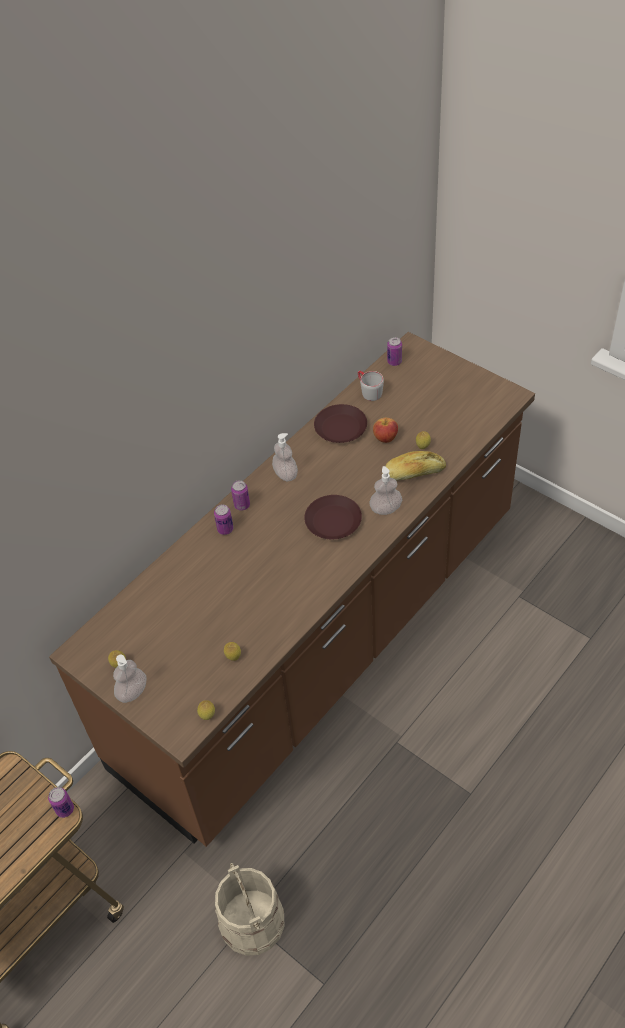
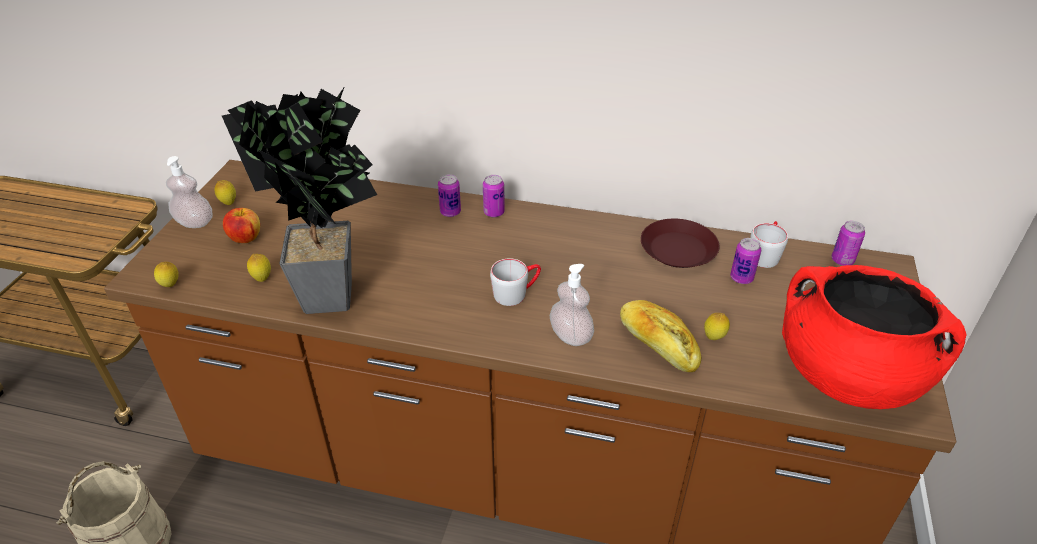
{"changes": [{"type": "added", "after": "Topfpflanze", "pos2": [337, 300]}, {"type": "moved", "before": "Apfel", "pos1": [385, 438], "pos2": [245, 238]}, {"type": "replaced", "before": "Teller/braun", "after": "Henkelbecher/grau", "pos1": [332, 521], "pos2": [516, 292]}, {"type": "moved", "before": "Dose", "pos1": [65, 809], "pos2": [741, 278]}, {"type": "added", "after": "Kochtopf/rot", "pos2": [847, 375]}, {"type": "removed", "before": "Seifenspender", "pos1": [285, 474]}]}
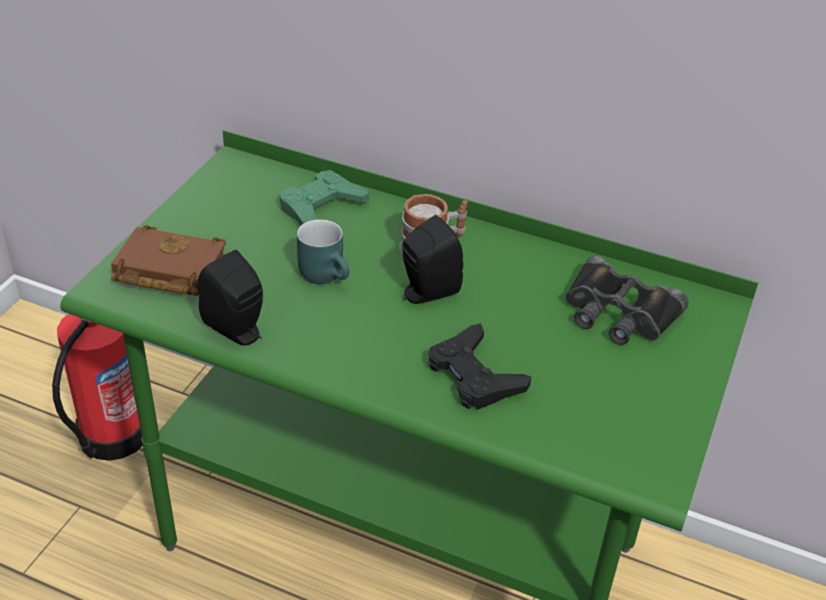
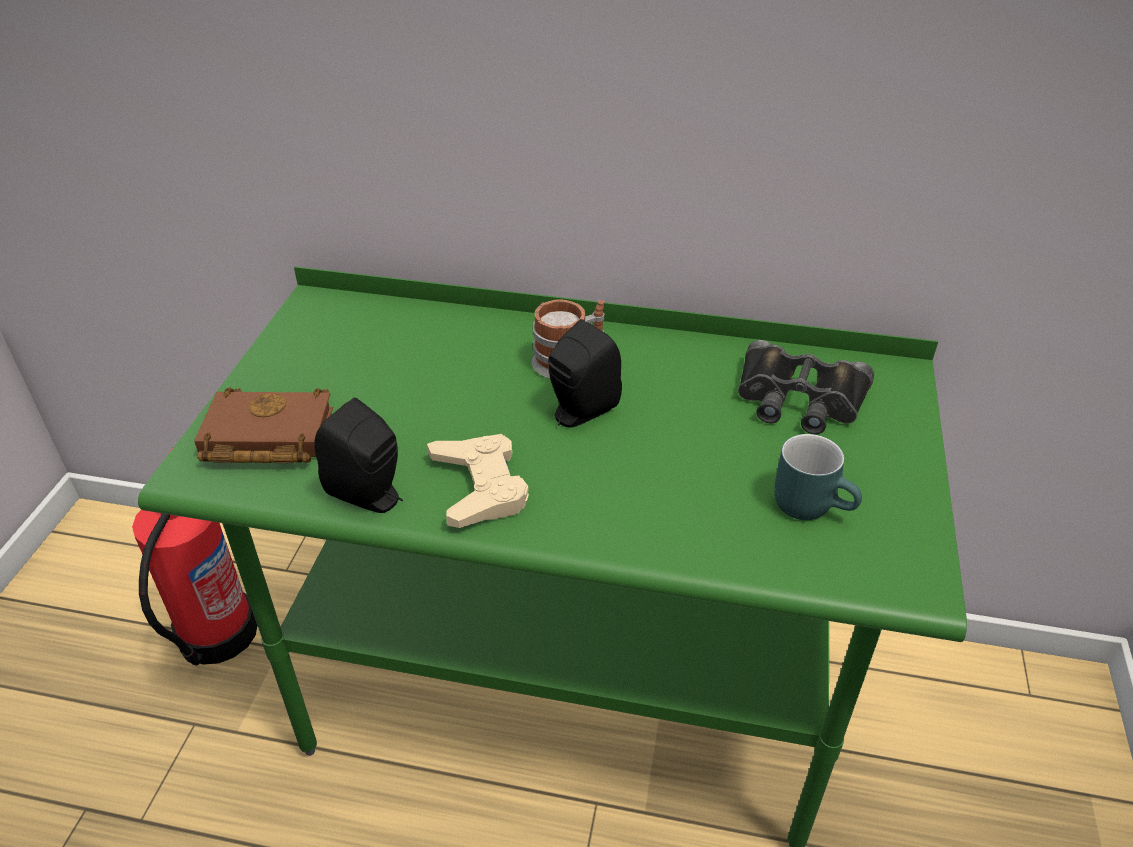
{"changes": [{"type": "added", "after": "Gamepad/beige", "pos2": [479, 486]}, {"type": "moved", "before": "Henkelbecher/türkis", "pos1": [328, 274], "pos2": [813, 504]}, {"type": "removed", "before": "Gamepad/grün", "pos1": [321, 206]}, {"type": "removed", "before": "Gamepad/schwarz", "pos1": [474, 375]}]}
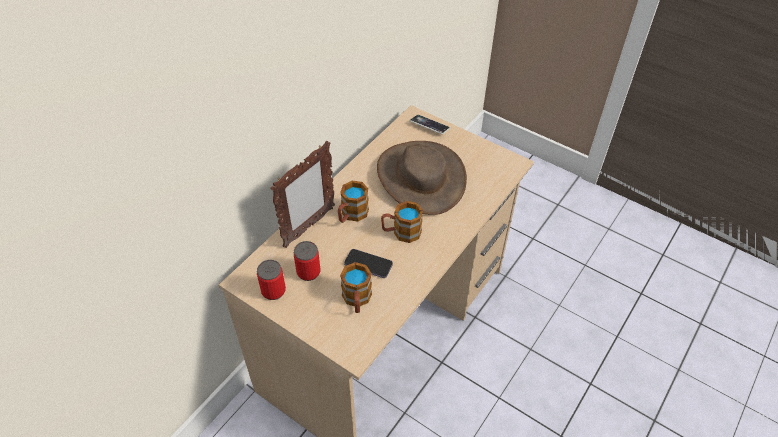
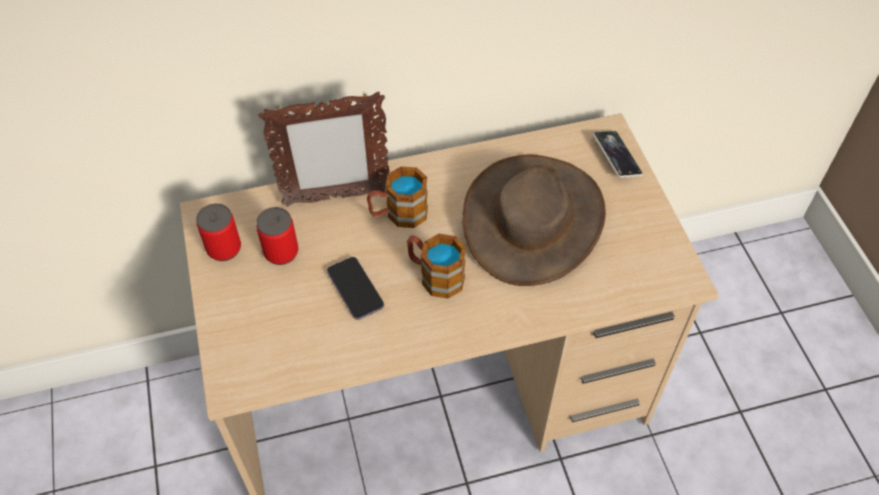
{"changes": [{"type": "removed", "before": "Henkelbecher", "pos1": [357, 300]}]}
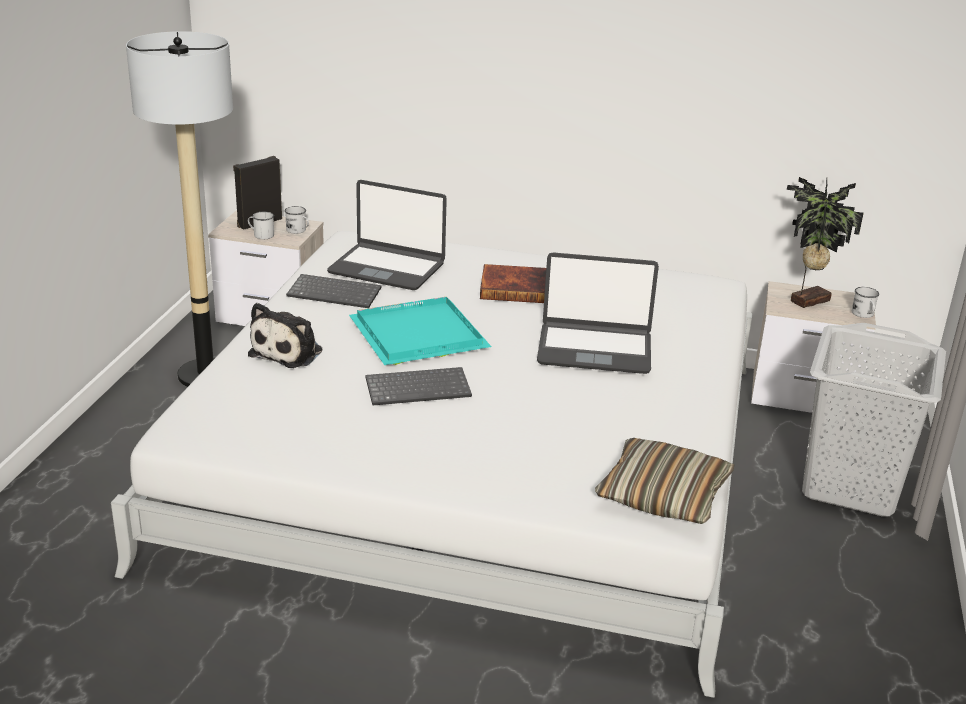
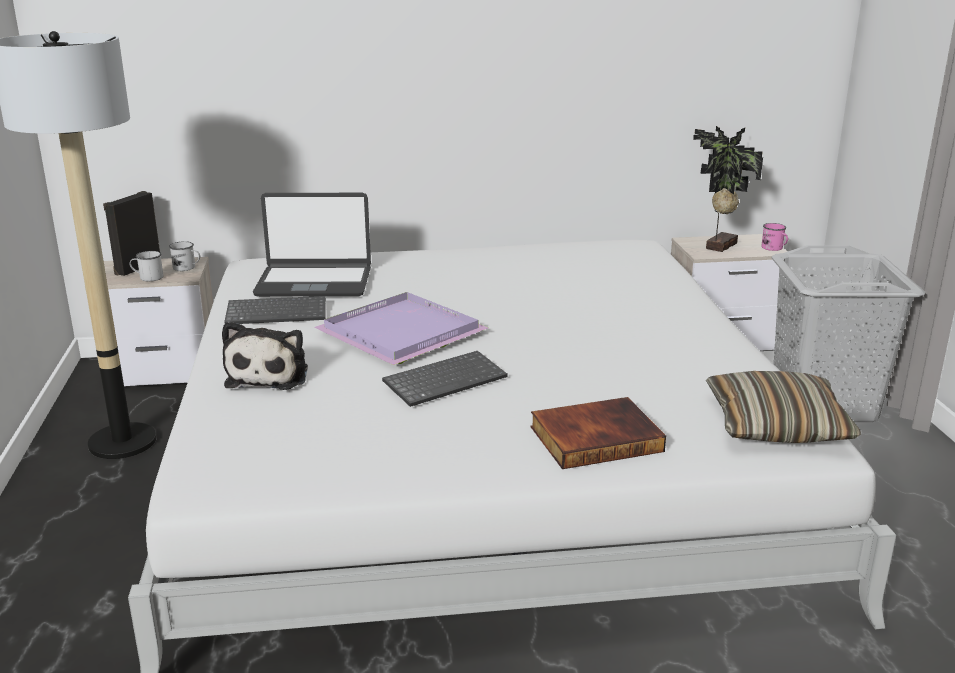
{"changes": [{"type": "recoloured", "before": "Tablett/türkis", "after": "Tablett/lila", "pos1": [417, 336], "pos2": [401, 334]}, {"type": "moved", "before": "Buch", "pos1": [518, 288], "pos2": [595, 437]}, {"type": "recoloured", "before": "Henkelbecher/weiß", "after": "Henkelbecher/rosa", "pos1": [864, 315], "pos2": [774, 248]}, {"type": "removed", "before": "Laptop", "pos1": [594, 349]}]}
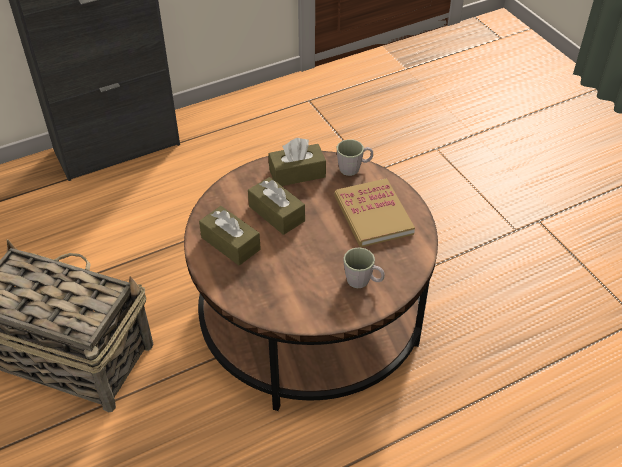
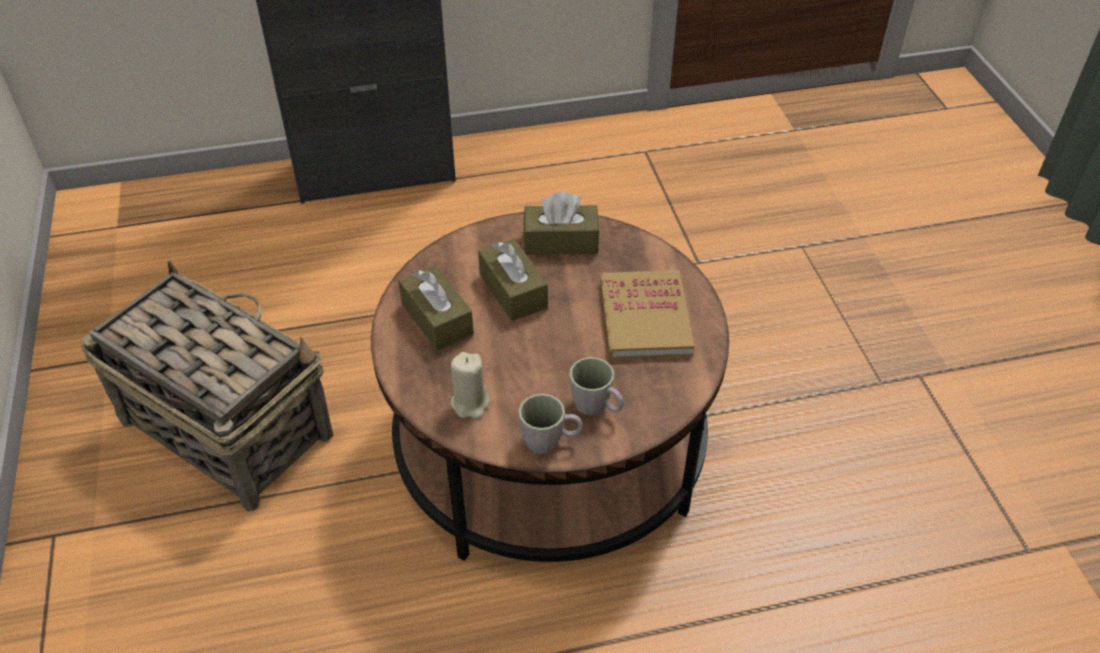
{"changes": [{"type": "added", "after": "Kerze/beige", "pos2": [470, 403]}, {"type": "moved", "before": "Henkelbecher/grau", "pos1": [354, 168], "pos2": [550, 441]}]}
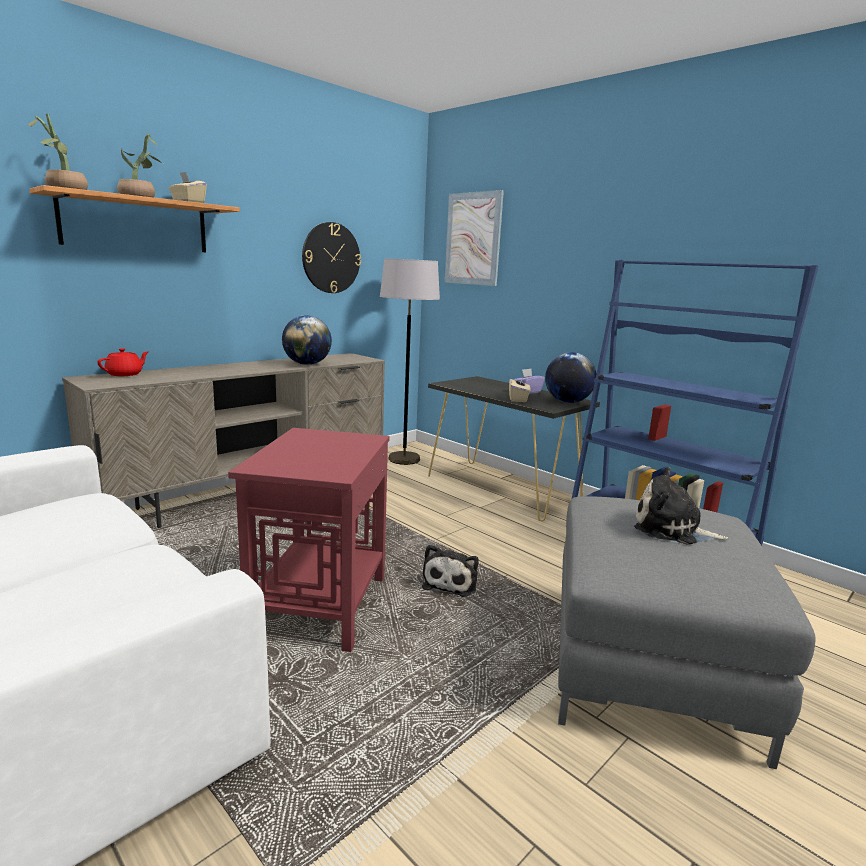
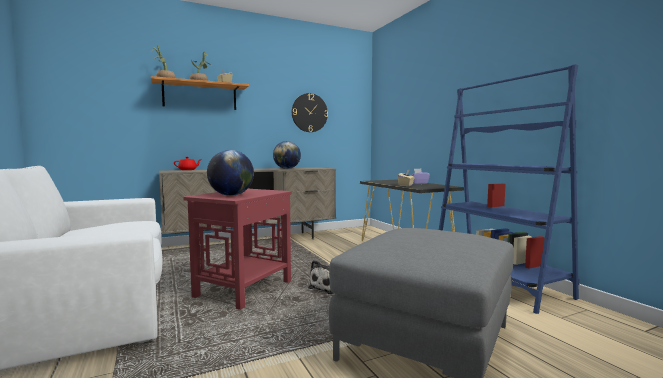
{"changes": [{"type": "moved", "before": "Globus", "pos1": [568, 402], "pos2": [231, 195]}, {"type": "removed", "before": "Stehlampe/grau", "pos1": [404, 459]}, {"type": "removed", "before": "Bild", "pos1": [473, 239]}, {"type": "removed", "before": "Plüschtier", "pos1": [672, 529]}]}
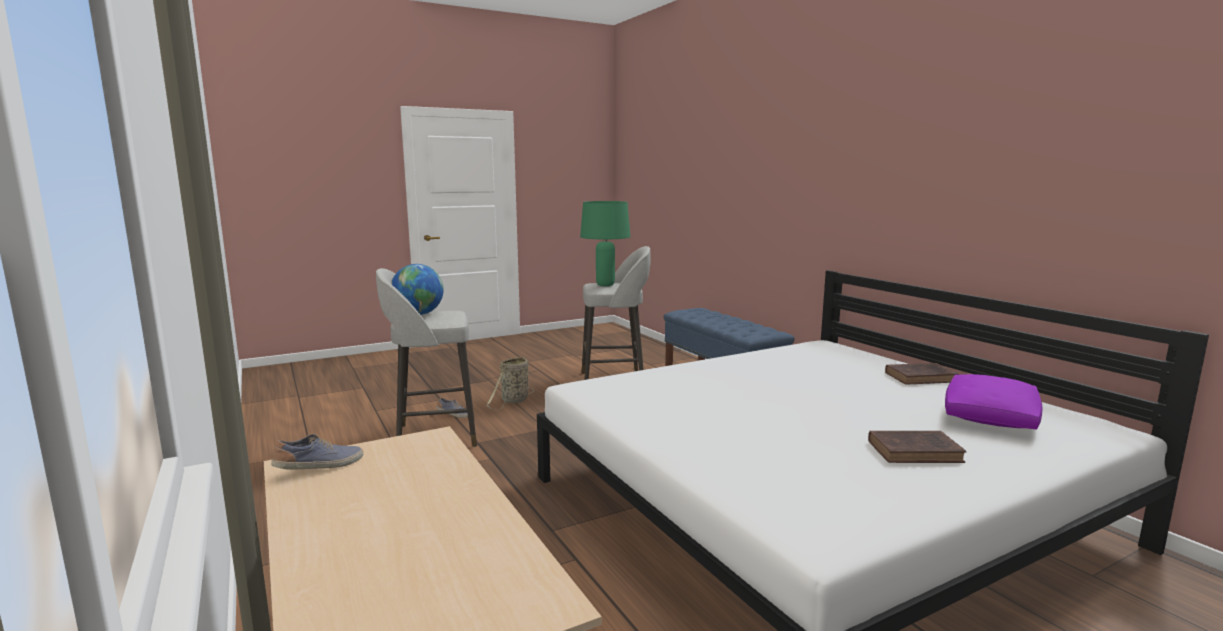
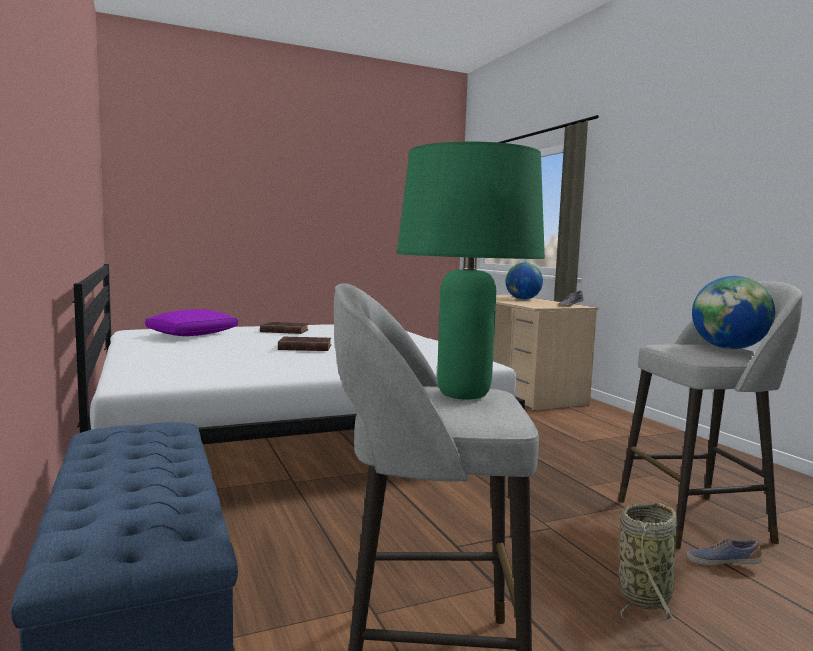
{"changes": [{"type": "moved", "before": "Buch/braun", "pos1": [922, 377], "pos2": [303, 347]}, {"type": "added", "after": "Globus", "pos2": [523, 299]}]}
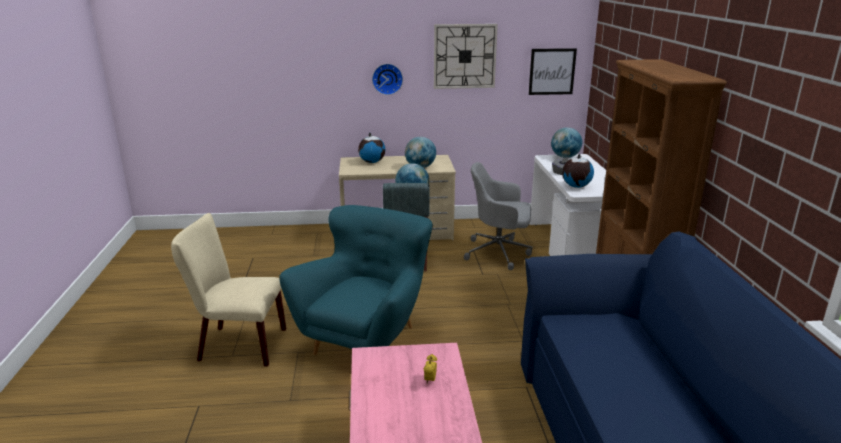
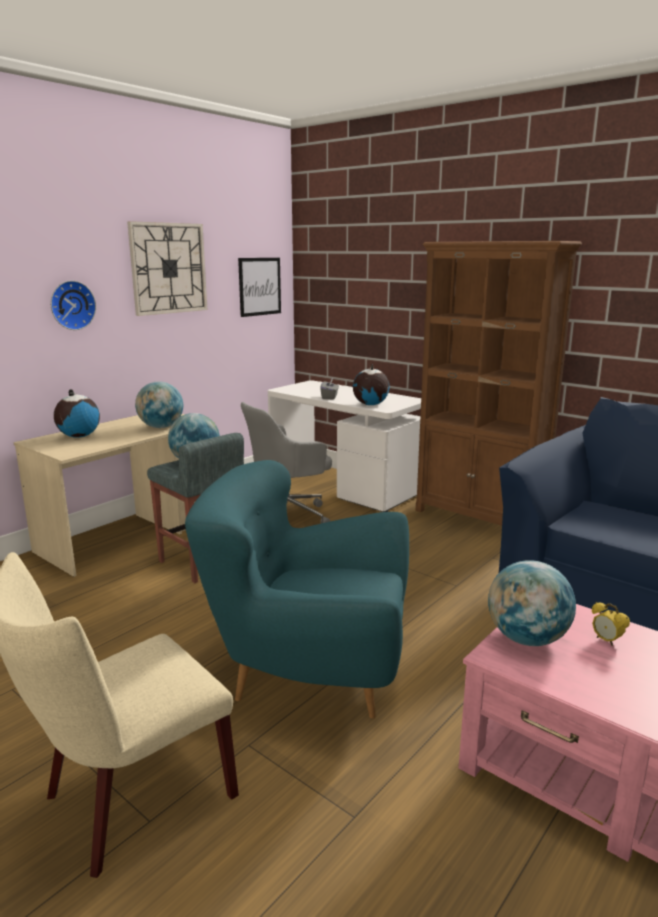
{"changes": [{"type": "turned", "before": "Sessel/türkis", "pos1": [367, 339], "pos2": [308, 672], "turn": -60}, {"type": "moved", "before": "Globus", "pos1": [565, 157], "pos2": [526, 638]}]}
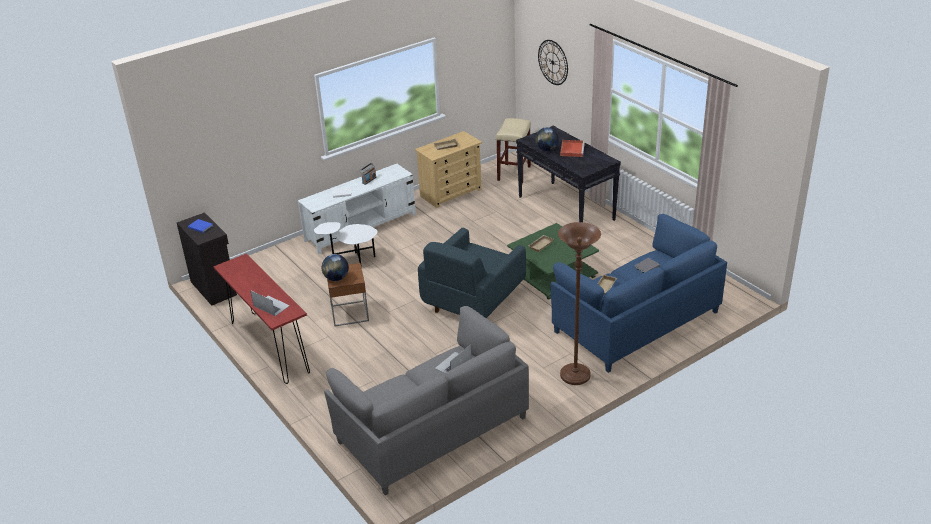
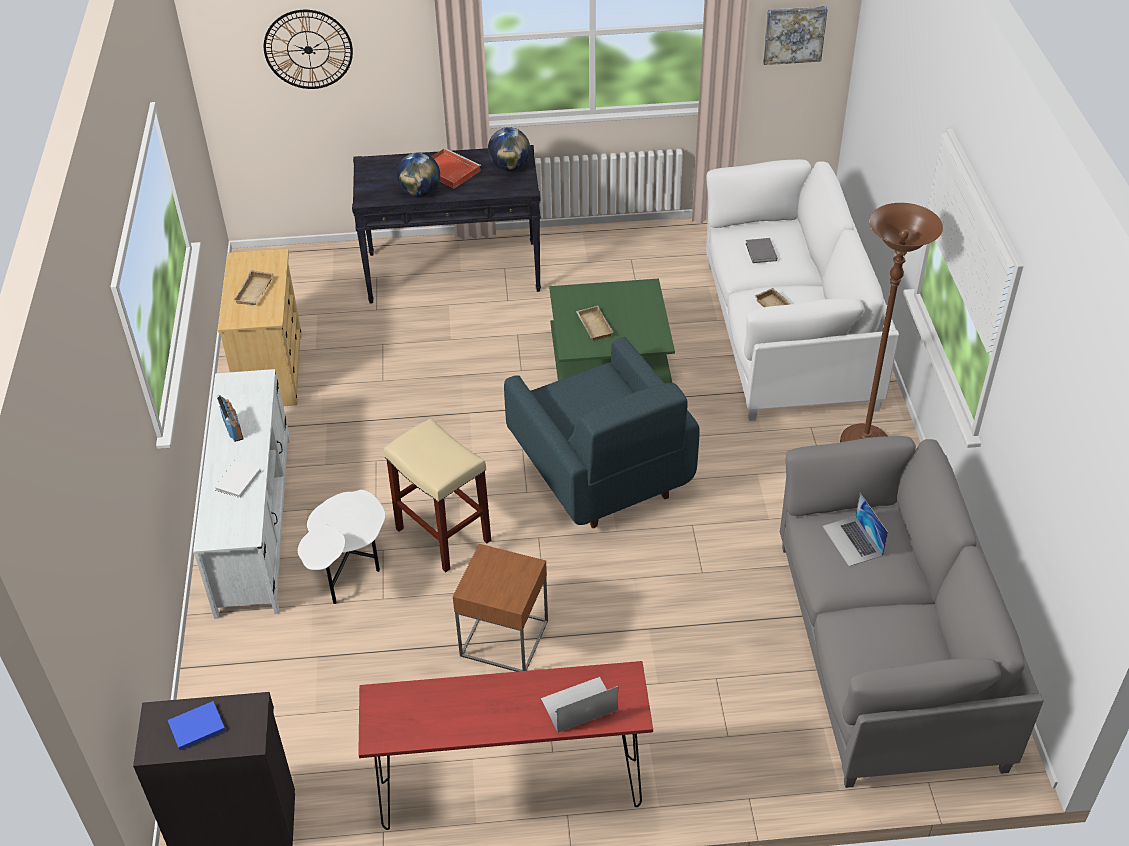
{"changes": [{"type": "moved", "before": "Hocker/beige", "pos1": [514, 173], "pos2": [442, 534]}, {"type": "moved", "before": "Globus", "pos1": [336, 278], "pos2": [510, 167]}, {"type": "recoloured", "before": "Sofa/blau", "after": "Sofa/weiß", "pos1": [635, 321], "pos2": [787, 334]}, {"type": "added", "after": "Bild", "pos2": [794, 34]}]}
